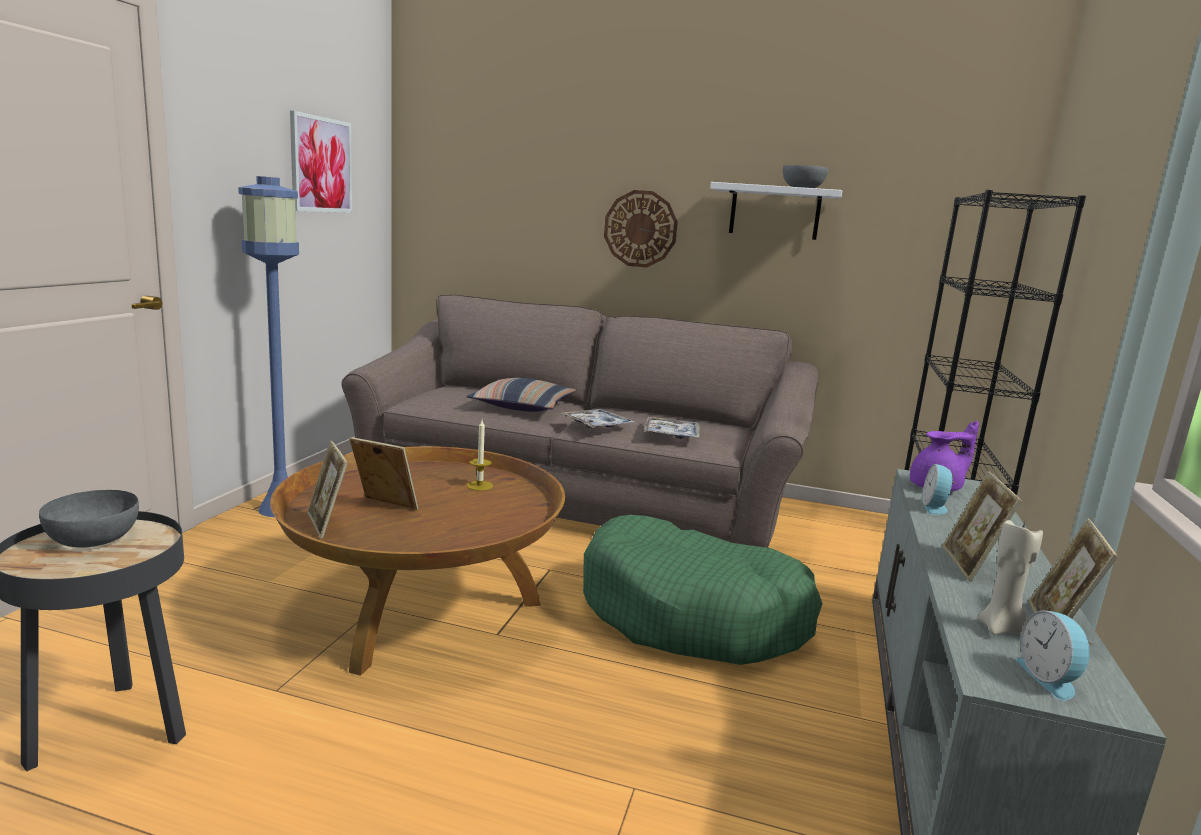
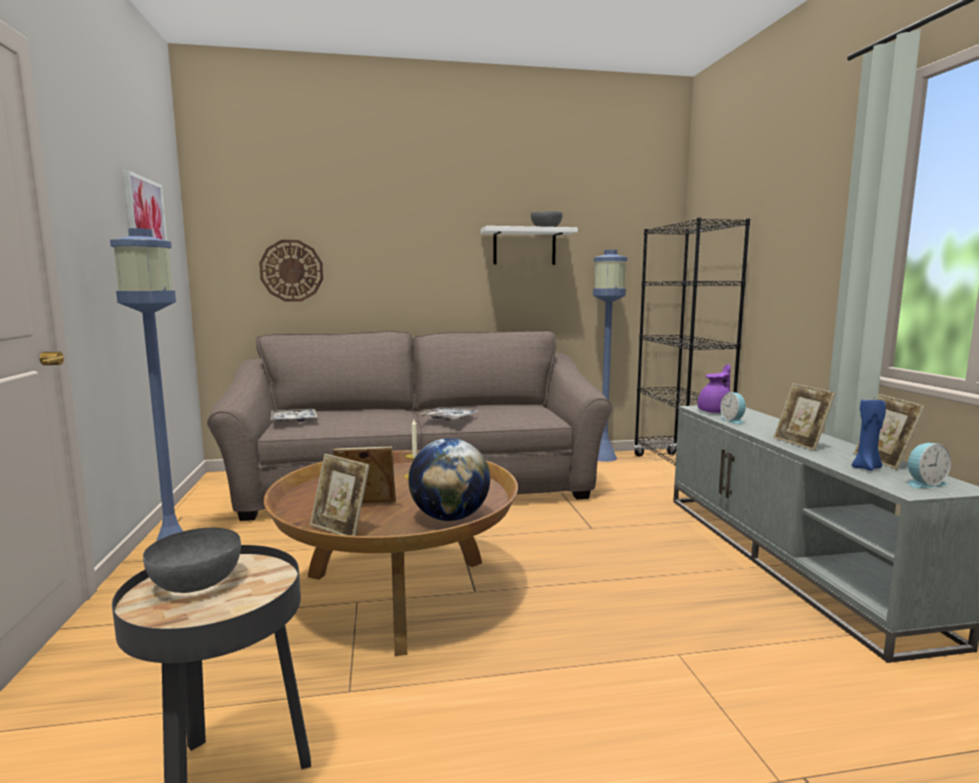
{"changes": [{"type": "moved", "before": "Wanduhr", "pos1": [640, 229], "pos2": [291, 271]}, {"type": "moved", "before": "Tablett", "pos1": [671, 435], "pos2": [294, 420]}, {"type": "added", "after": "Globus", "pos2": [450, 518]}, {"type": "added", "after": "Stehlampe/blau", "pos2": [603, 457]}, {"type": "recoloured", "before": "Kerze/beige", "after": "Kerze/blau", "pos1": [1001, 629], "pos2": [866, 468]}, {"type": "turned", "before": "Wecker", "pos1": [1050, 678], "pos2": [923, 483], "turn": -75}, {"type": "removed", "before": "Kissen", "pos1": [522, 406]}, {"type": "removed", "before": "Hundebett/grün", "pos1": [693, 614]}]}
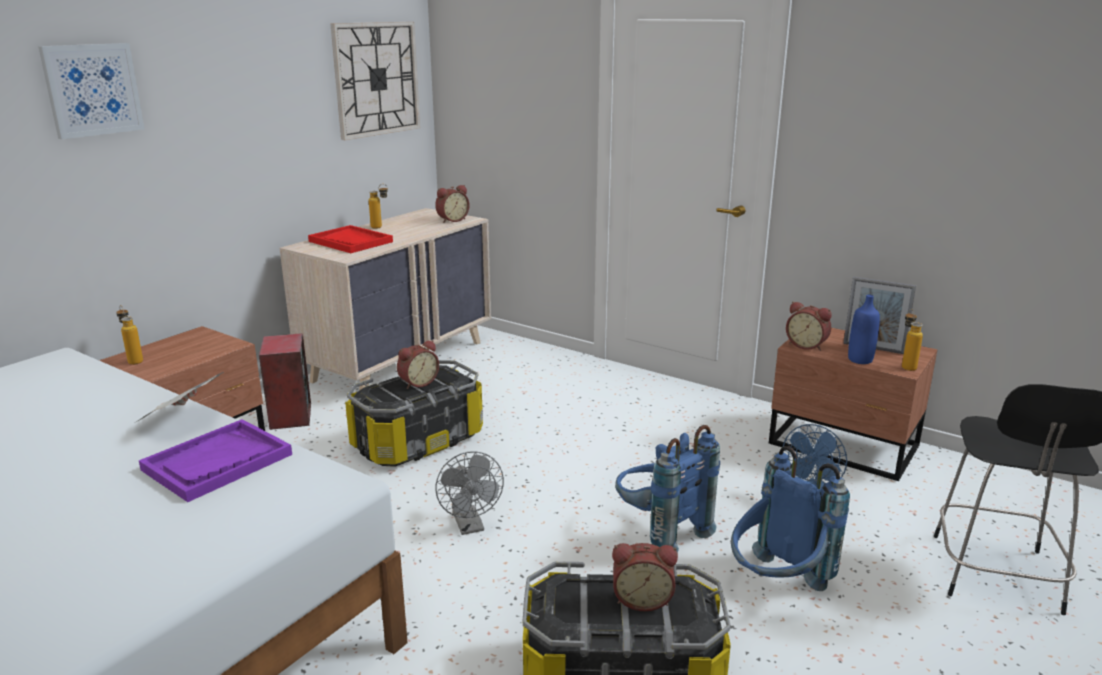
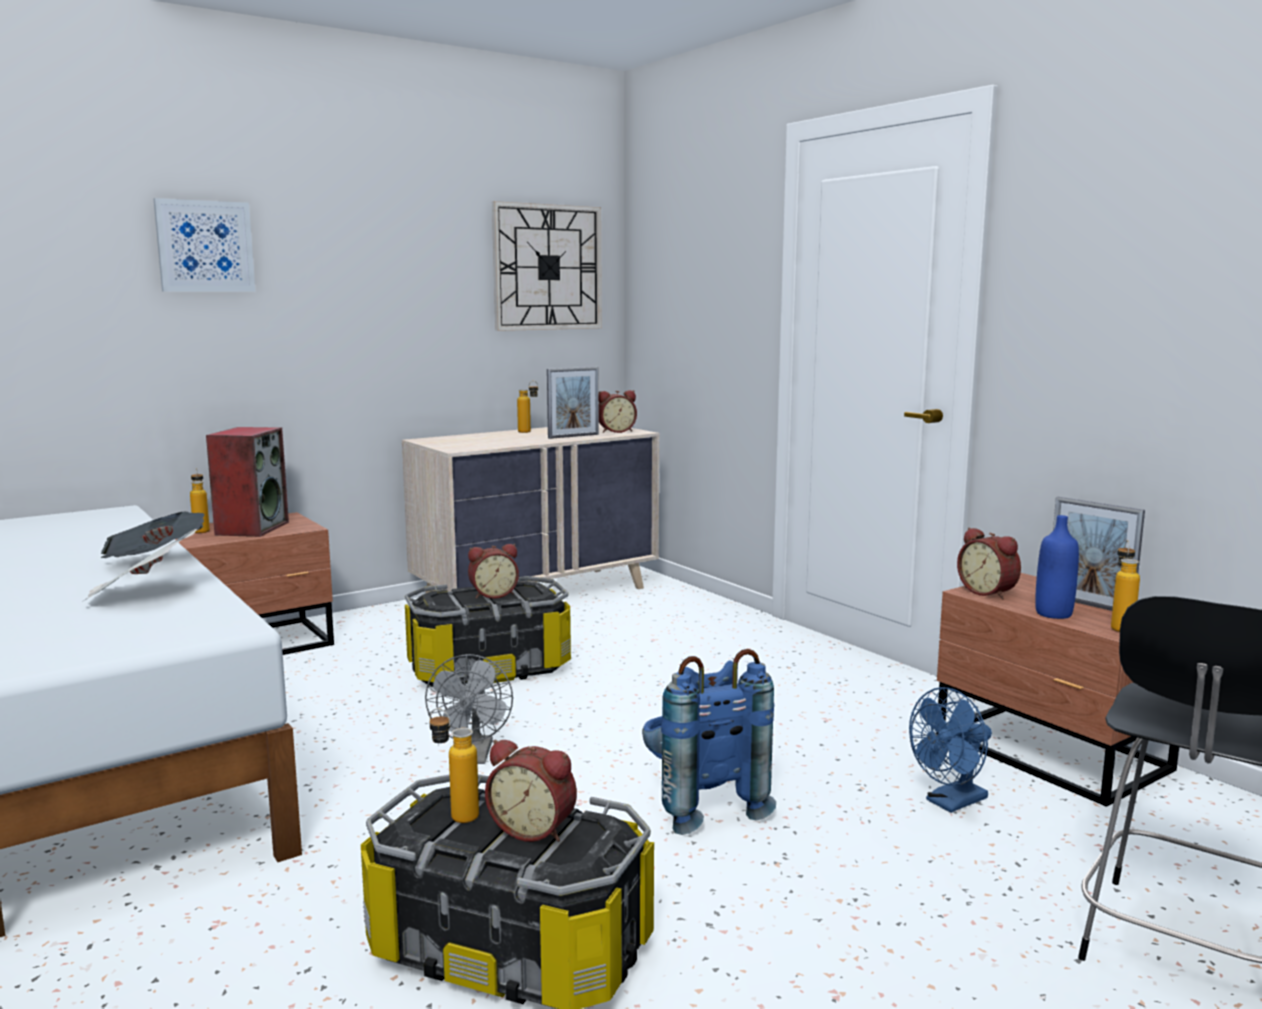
{"changes": [{"type": "replaced", "before": "Tablett/lila", "after": "Zeitung", "pos1": [217, 462], "pos2": [140, 595]}, {"type": "moved", "before": "Lautsprecher", "pos1": [290, 416], "pos2": [252, 528]}, {"type": "added", "after": "Flasche", "pos2": [455, 815]}, {"type": "added", "after": "Bilderrahmen", "pos2": [573, 436]}, {"type": "removed", "before": "Tablett/rot", "pos1": [351, 241]}, {"type": "removed", "before": "Rucksack/blau", "pos1": [776, 587]}]}
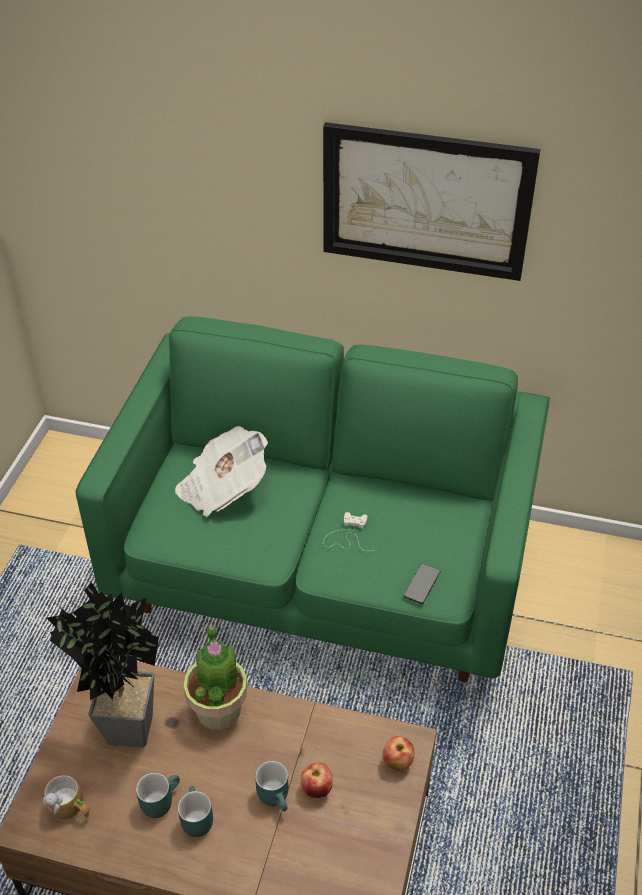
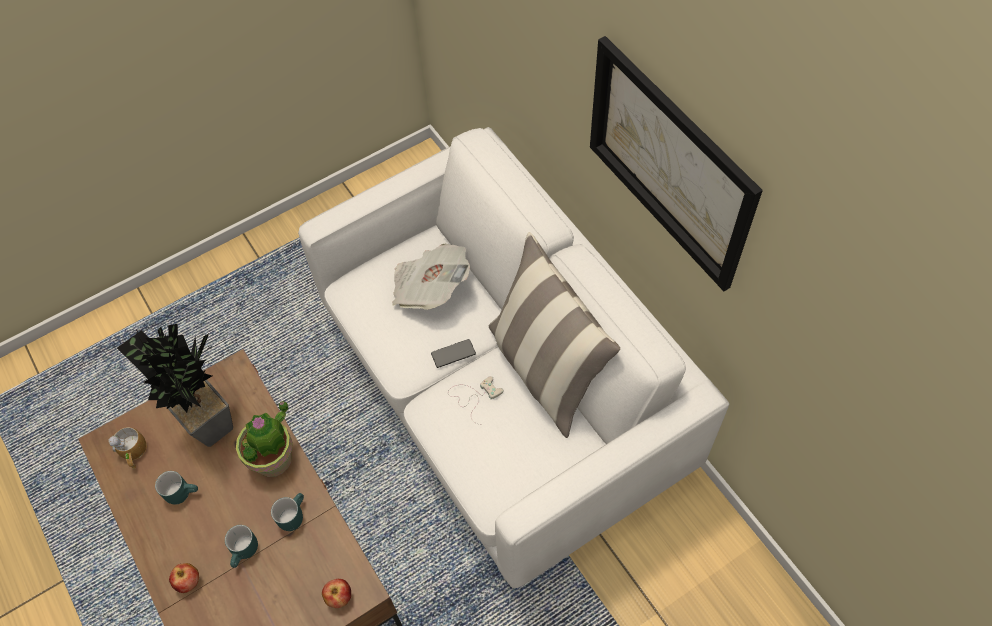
{"changes": [{"type": "moved", "before": "Apfel", "pos1": [317, 789], "pos2": [189, 582]}, {"type": "moved", "before": "Henkelbecher/türkis", "pos1": [194, 819], "pos2": [292, 515]}, {"type": "recoloured", "before": "Sofa/grün", "after": "Sofa/weiß", "pos1": [323, 574], "pos2": [502, 398]}, {"type": "moved", "before": "Handy", "pos1": [422, 584], "pos2": [453, 354]}, {"type": "added", "after": "Kissen", "pos2": [546, 370]}]}
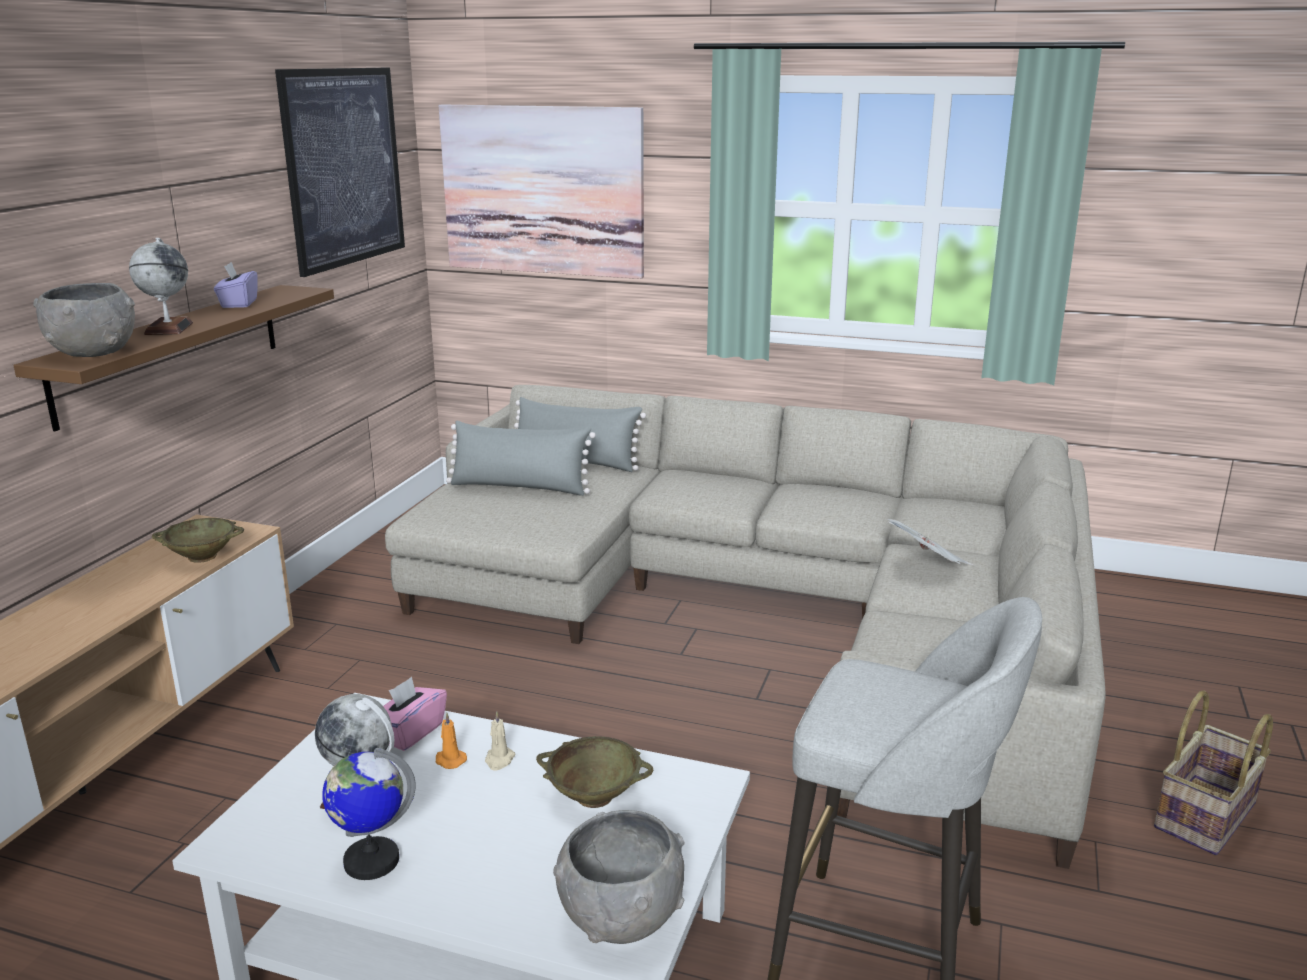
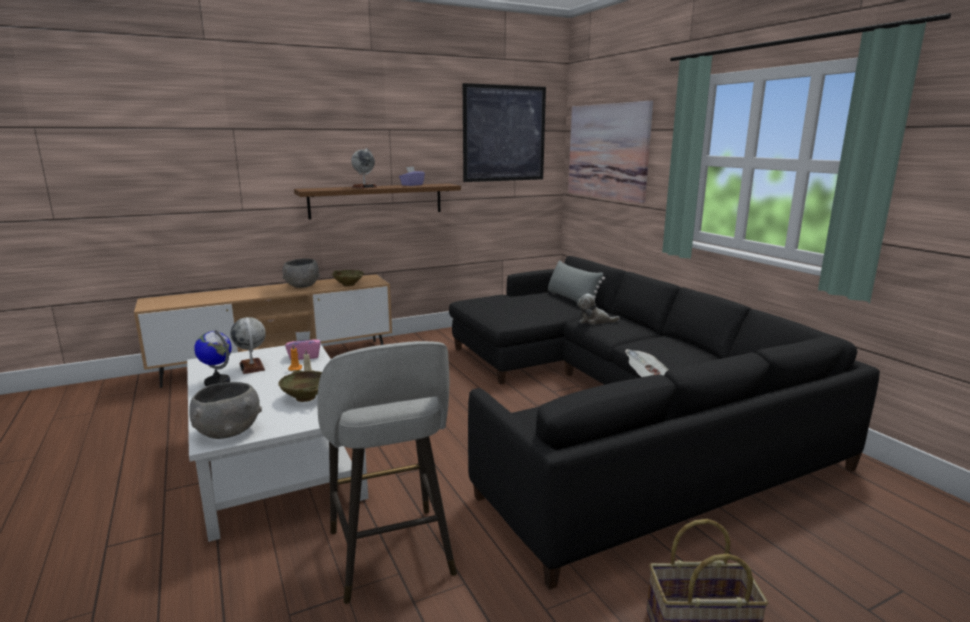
{"changes": [{"type": "moved", "before": "Schüssel/grau", "pos1": [93, 353], "pos2": [302, 286]}, {"type": "recoloured", "before": "Sofa/beige", "after": "Sofa/schwarz", "pos1": [766, 614], "pos2": [612, 407]}, {"type": "added", "after": "Plüschtier", "pos2": [594, 321]}, {"type": "removed", "before": "Kissen/grau", "pos1": [520, 487]}]}
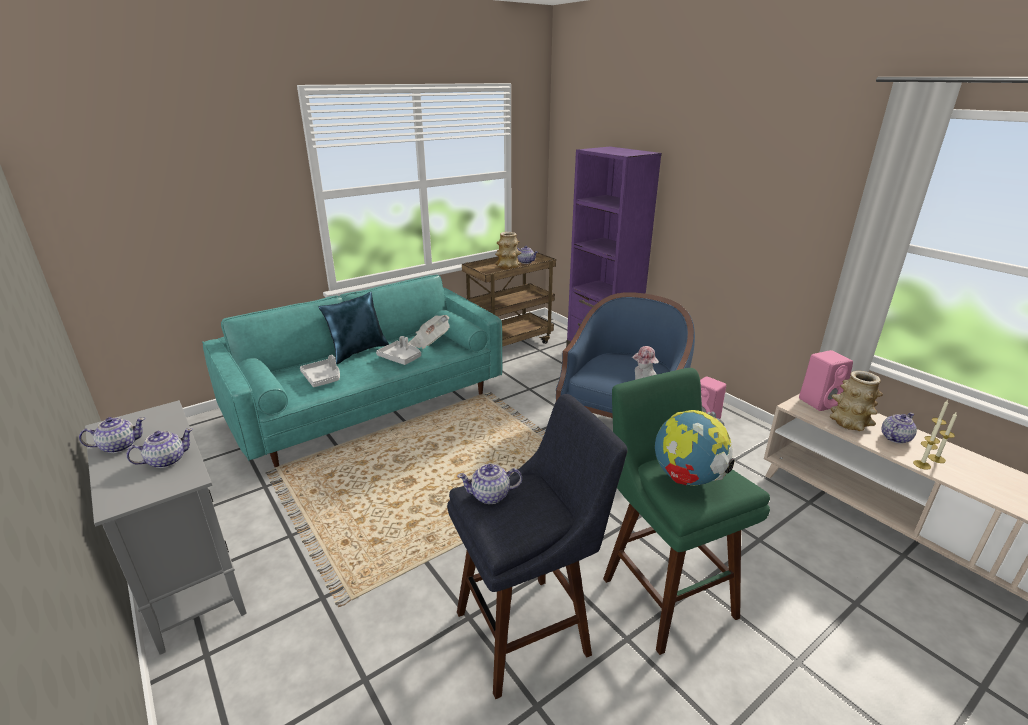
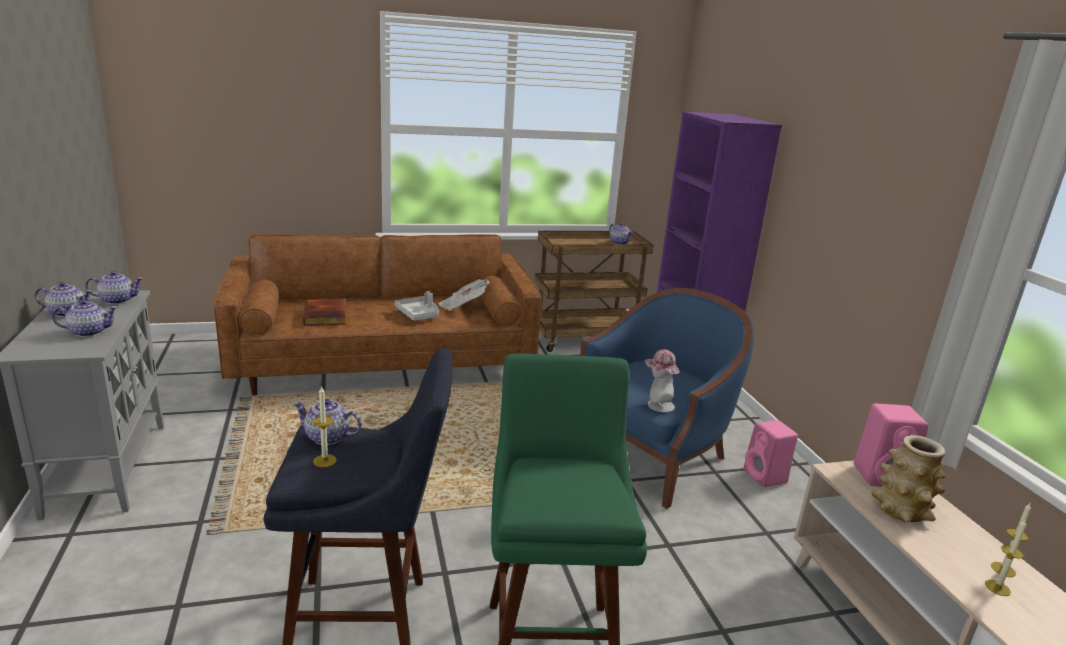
{"changes": [{"type": "moved", "before": "Teekanne", "pos1": [894, 438], "pos2": [117, 300]}, {"type": "recoloured", "before": "Sofa/türkis", "after": "Sofa/braun", "pos1": [368, 405], "pos2": [384, 362]}, {"type": "replaced", "before": "Tablett/grau", "after": "Buch", "pos1": [323, 378], "pos2": [326, 315]}, {"type": "moved", "before": "Kerze", "pos1": [921, 464], "pos2": [325, 460]}, {"type": "removed", "before": "Kissen/blau", "pos1": [358, 351]}, {"type": "removed", "before": "Vase", "pos1": [508, 267]}, {"type": "removed", "before": "Globus", "pos1": [687, 479]}]}
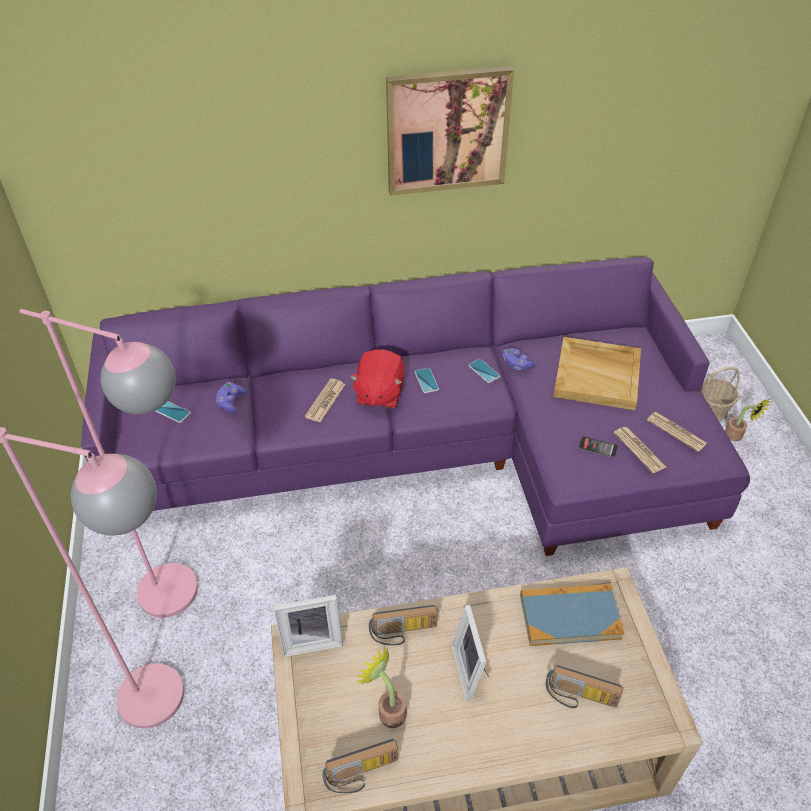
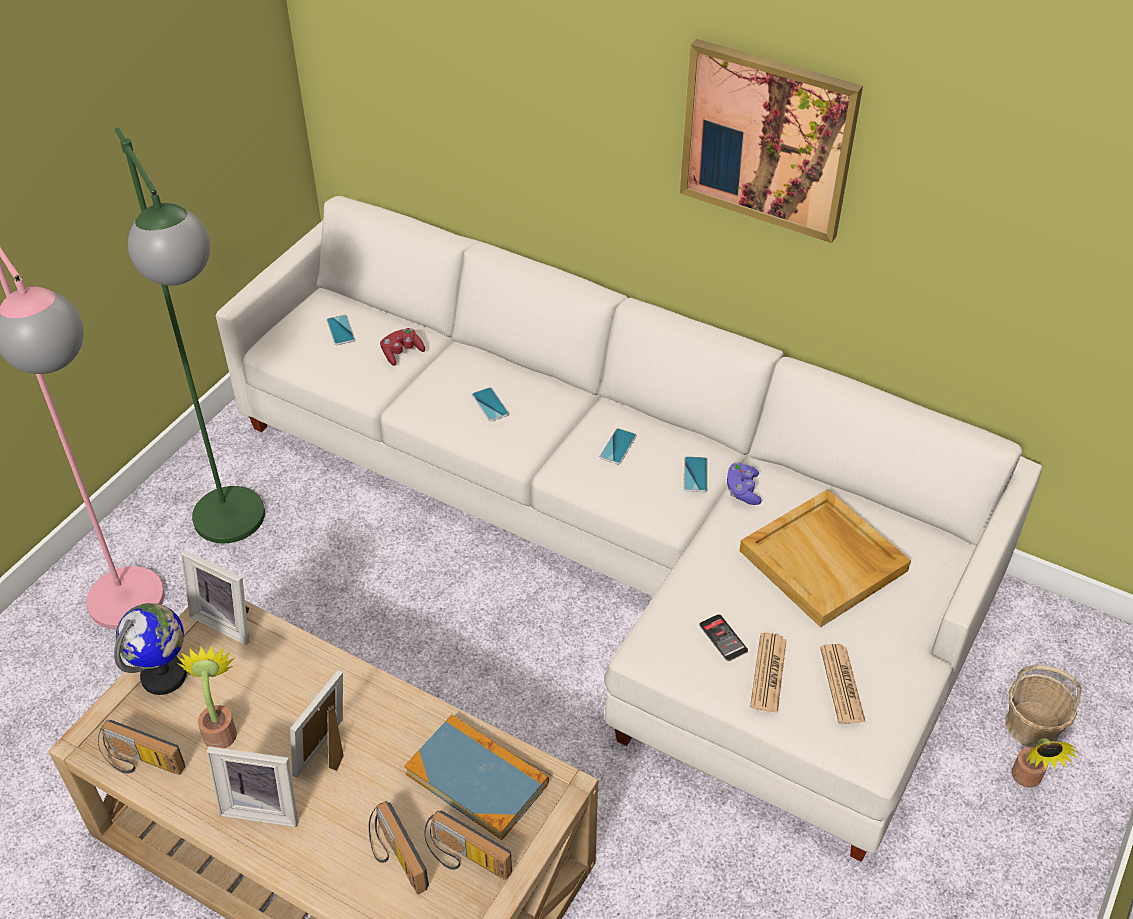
{"changes": [{"type": "added", "after": "Globus", "pos2": [164, 676]}, {"type": "recoloured", "before": "Stehlampe/rosa", "after": "Stehlampe/grün", "pos1": [187, 597], "pos2": [238, 533]}, {"type": "added", "after": "Bilderrahmen", "pos2": [263, 805]}, {"type": "recoloured", "before": "Sofa/lila", "after": "Sofa/weiß", "pos1": [433, 444], "pos2": [627, 541]}, {"type": "recoloured", "before": "Gamepad/lila", "after": "Gamepad/rot", "pos1": [231, 402], "pos2": [402, 353]}, {"type": "moved", "before": "Radio", "pos1": [403, 633], "pos2": [465, 860]}, {"type": "replaced", "before": "Zeitung", "after": "Handy", "pos1": [325, 401], "pos2": [490, 405]}, {"type": "removed", "before": "Plüschtier/rot", "pos1": [379, 393]}]}
